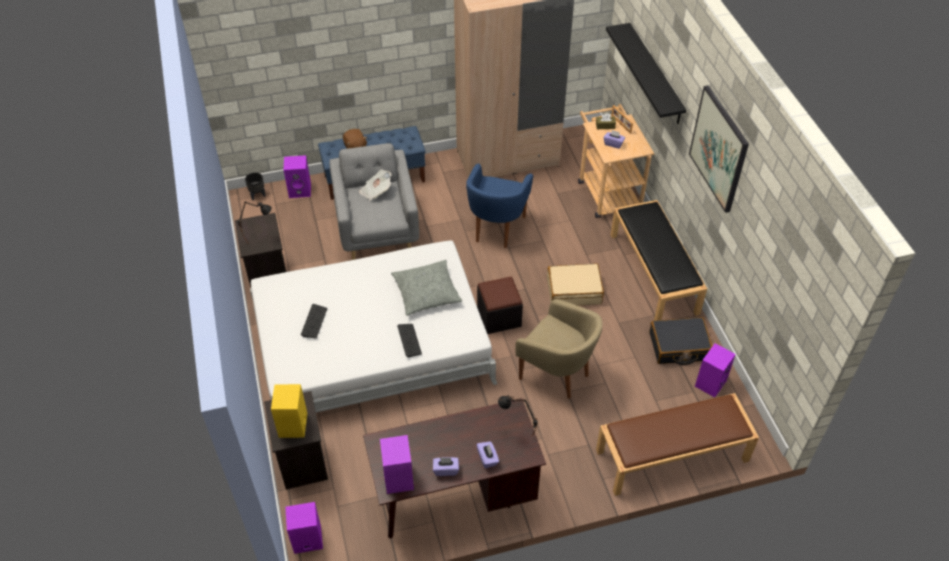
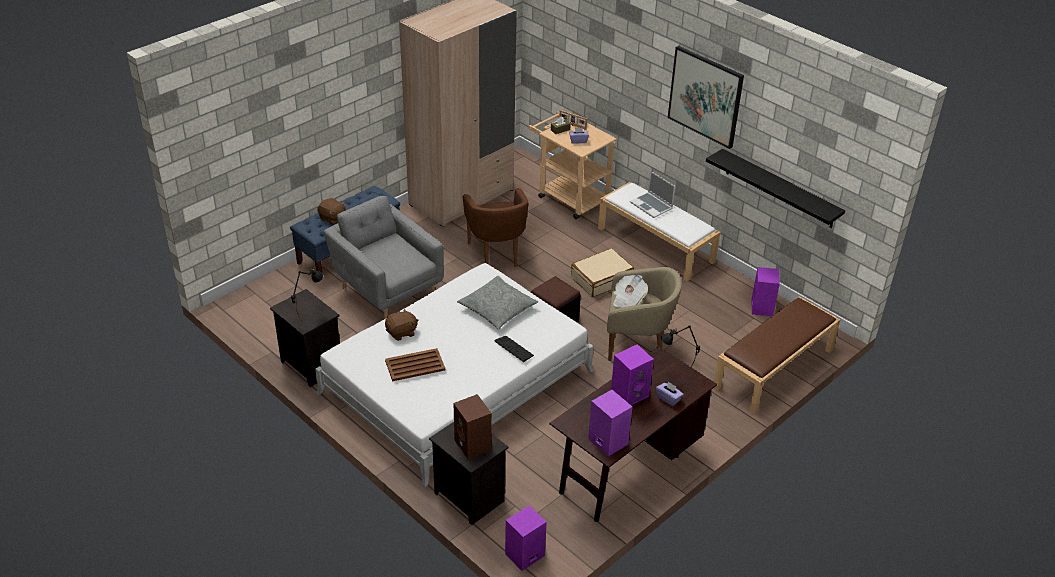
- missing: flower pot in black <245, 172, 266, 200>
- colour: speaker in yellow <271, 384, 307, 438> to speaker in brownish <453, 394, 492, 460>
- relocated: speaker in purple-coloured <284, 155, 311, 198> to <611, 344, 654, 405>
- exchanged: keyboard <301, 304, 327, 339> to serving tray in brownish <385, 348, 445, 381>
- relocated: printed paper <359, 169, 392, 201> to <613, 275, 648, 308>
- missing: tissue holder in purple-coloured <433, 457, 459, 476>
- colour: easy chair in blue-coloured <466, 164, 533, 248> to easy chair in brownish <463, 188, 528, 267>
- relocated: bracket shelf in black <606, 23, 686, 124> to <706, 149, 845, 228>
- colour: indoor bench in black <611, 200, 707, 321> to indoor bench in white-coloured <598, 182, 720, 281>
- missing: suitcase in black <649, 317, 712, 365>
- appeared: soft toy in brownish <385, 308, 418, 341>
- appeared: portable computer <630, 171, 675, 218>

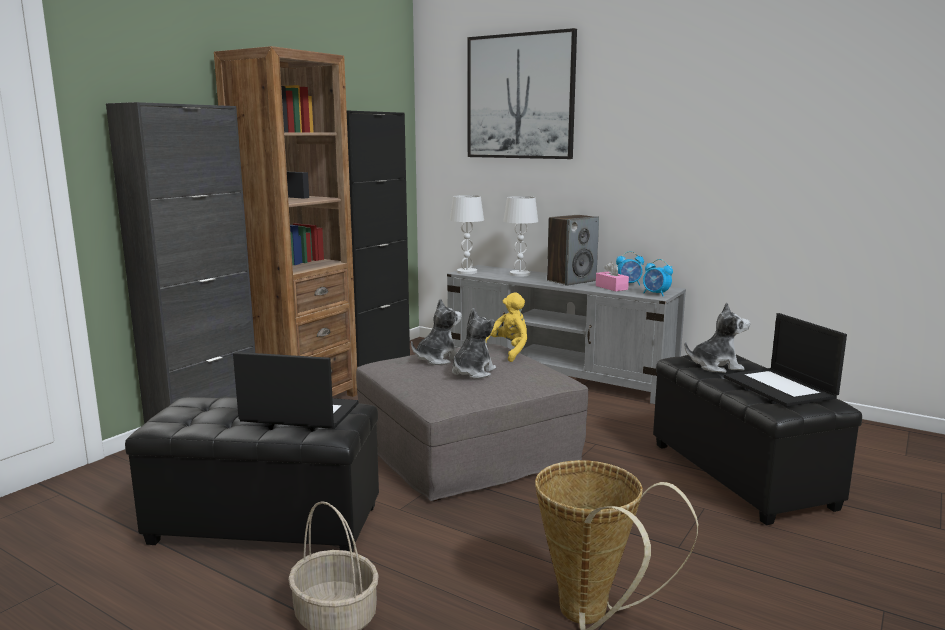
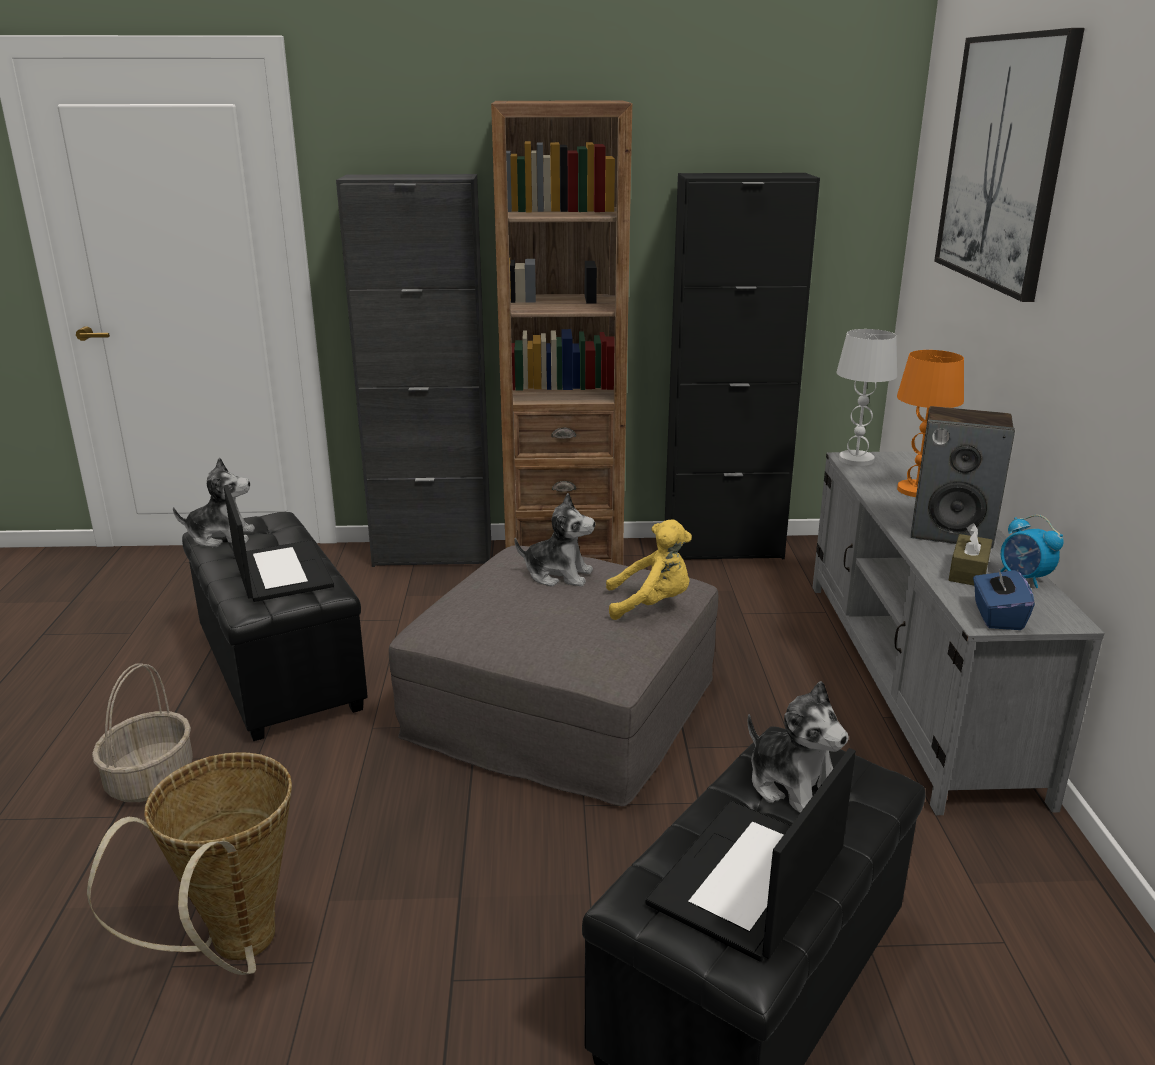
- relocated: soft toy <452, 308, 496, 379> to <173, 457, 255, 547>
- colour: table lamp in white-coloured <503, 196, 538, 277> to table lamp in orange <897, 350, 964, 497>
- colour: tissue holder in pinkish <596, 262, 629, 291> to tissue holder in brownish <949, 523, 992, 585>
- exchanged: table clock <643, 259, 673, 296> to tissue holder in blue-coloured <973, 564, 1035, 630>

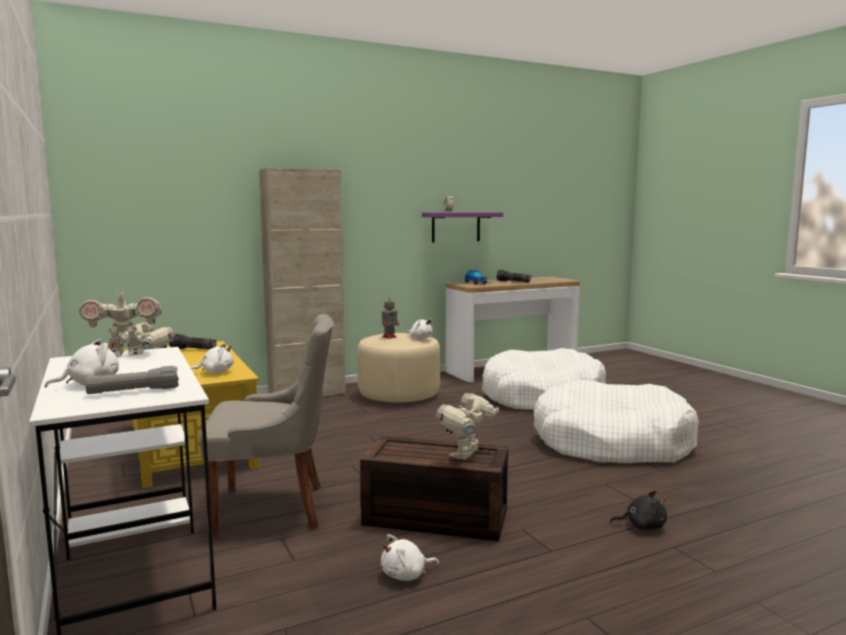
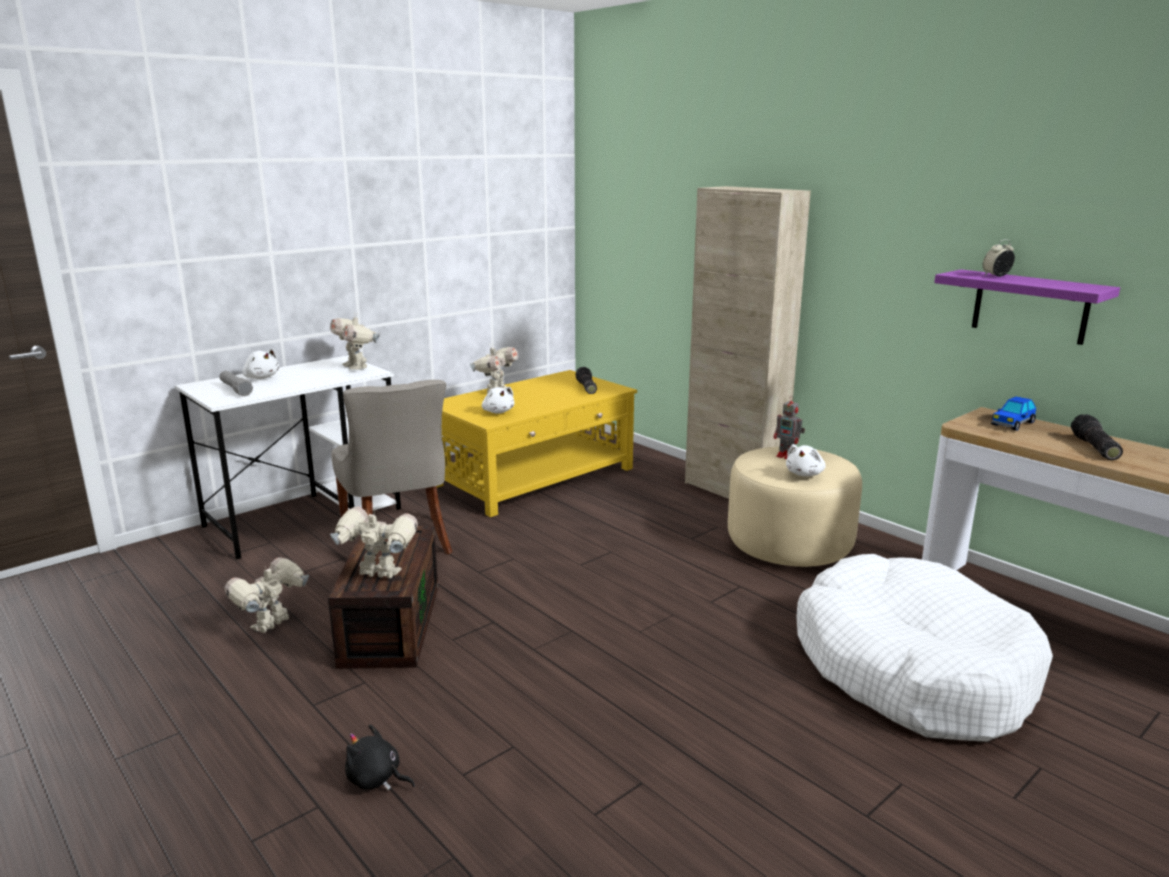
- exchanged: soft toy in white-coloured <381, 534, 439, 581> to toy robot <224, 558, 309, 633>
- missing: dog cushion in white-coloured <534, 380, 699, 463>
- spun: soft toy in black <610, 491, 667, 530> = <345, 724, 415, 790> 120 degrees clockwise

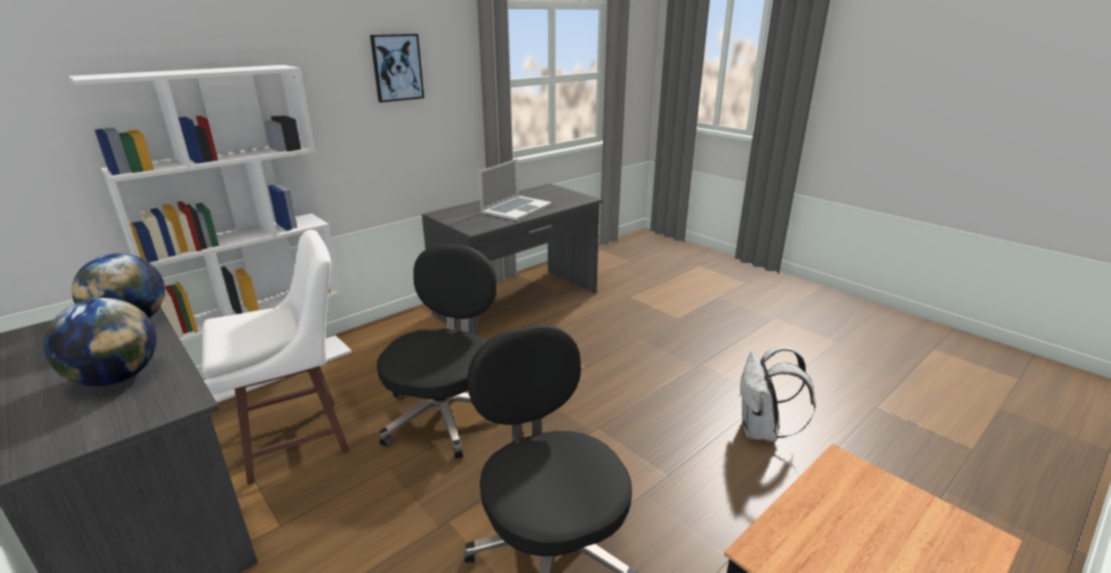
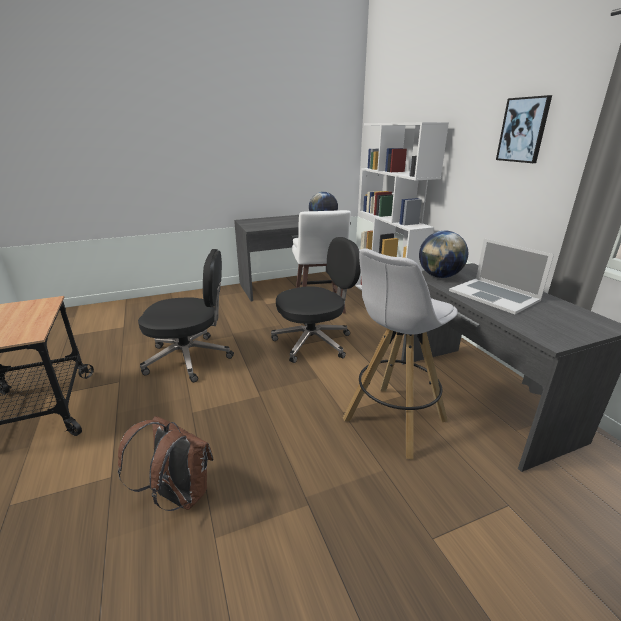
- relocated: globe <44, 298, 157, 386> to <419, 231, 469, 278>
- spun: office chair in black <377, 244, 497, 459> = <271, 237, 361, 363> 60 degrees counterclockwise
- colour: backpack in white-coloured <739, 346, 816, 442> to backpack in brownish <118, 416, 214, 511>
- appeared: sitting stool in white-coloured <343, 249, 458, 460>

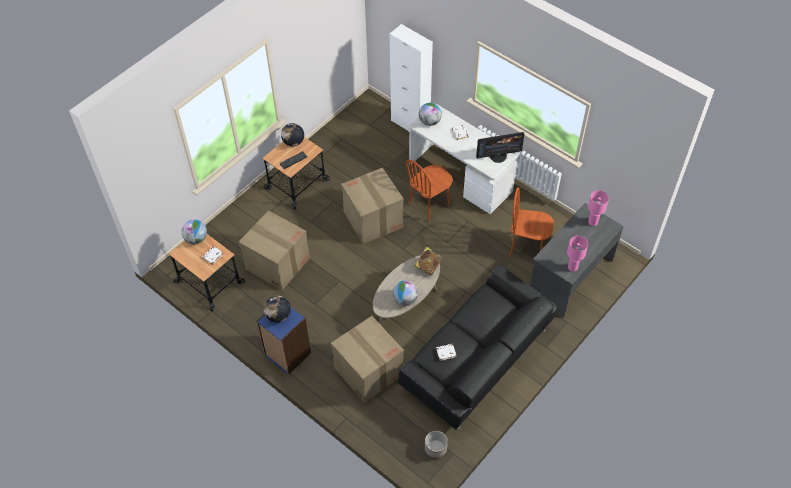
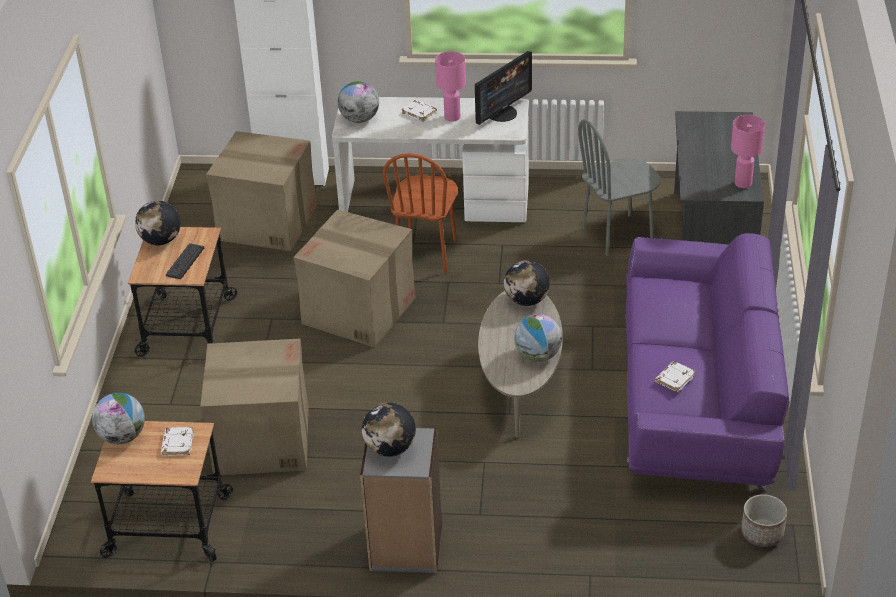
- colour: bookshelf in blue-coloured <256, 307, 311, 375> to bookshelf in gray <360, 428, 442, 573>
- relocated: cardboard box <331, 316, 404, 403> to <206, 131, 317, 251>
- colour: couch in black <397, 265, 557, 430> to couch in purple-coloured <625, 233, 789, 492>
- exchanged: book <414, 247, 442, 276> to globe <504, 260, 550, 306>
- colour: plain chair in brownish <510, 187, 554, 257> to plain chair in gray <578, 119, 661, 256>
- relocated: table lamp in pinkish <588, 190, 609, 226> to <435, 51, 466, 122>

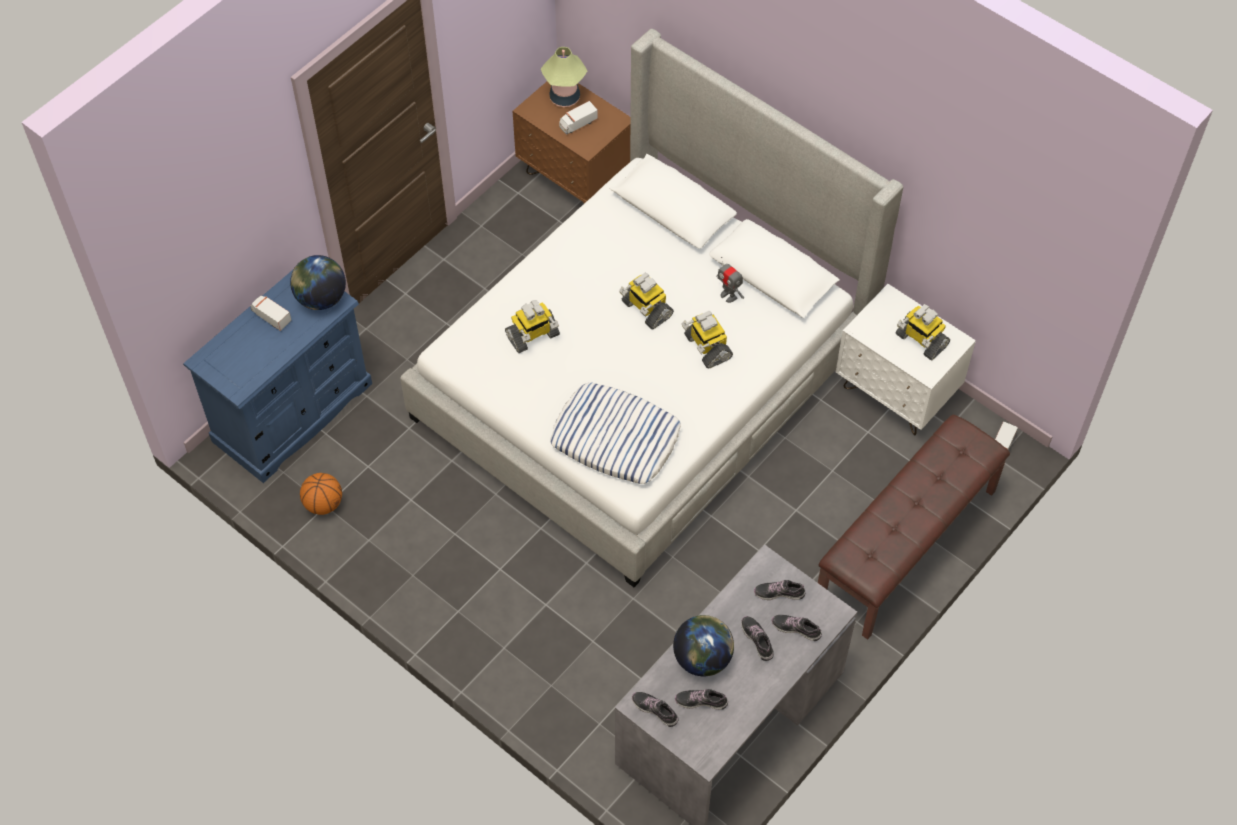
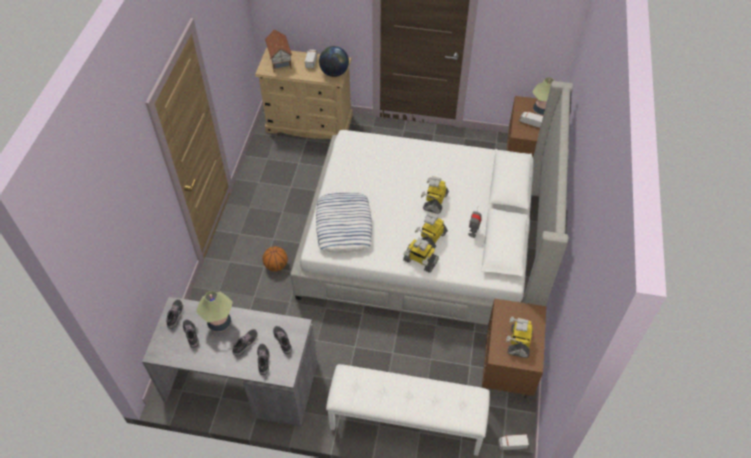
- colour: drawer chest in blue-coloured <183, 269, 372, 483> to drawer chest in sand-coloured <255, 48, 352, 139>
- relocated: ball for basketball <300, 473, 342, 515> to <263, 246, 288, 271>
- relocated: toy robot <505, 300, 560, 353> to <403, 238, 439, 273>
- exchanged: globe <673, 615, 734, 676> to table lamp <196, 291, 233, 332>
- colour: indoor bench in brownish <818, 415, 1010, 640> to indoor bench in white-coloured <326, 364, 490, 456>
- colour: nightstand in white-coloured <836, 284, 976, 435> to nightstand in brownish <482, 299, 546, 398>
- appeared: toy house <265, 29, 292, 73>

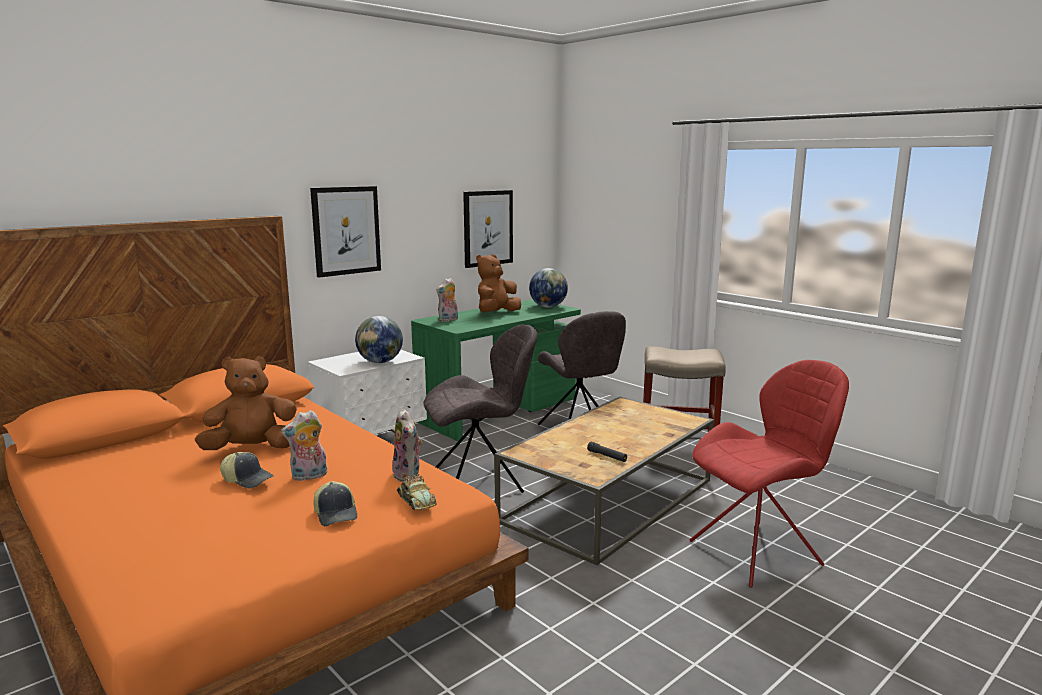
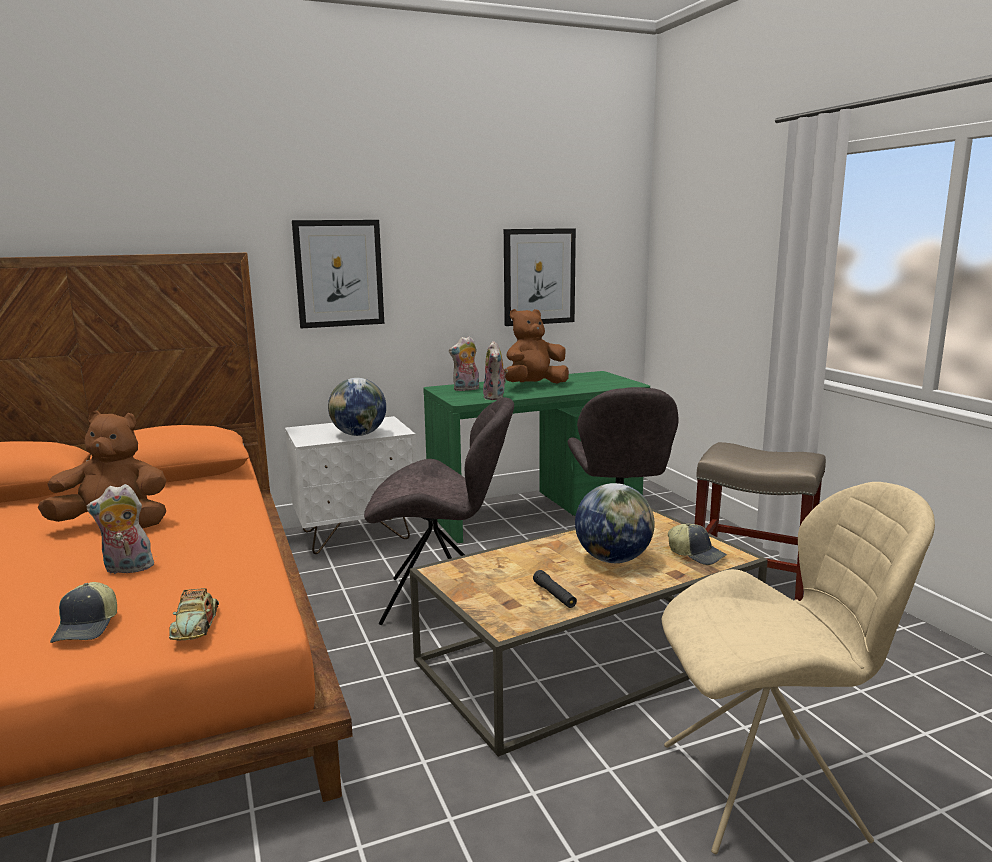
- relocated: baseball cap <220, 452, 274, 488> to <668, 523, 727, 565>
- relocated: soft toy <392, 408, 423, 482> to <483, 341, 508, 400>
- relocated: globe <529, 268, 568, 307> to <575, 483, 654, 563>
- colour: plain chair in red <690, 360, 849, 587> to plain chair in sand-coloured <662, 482, 935, 854>

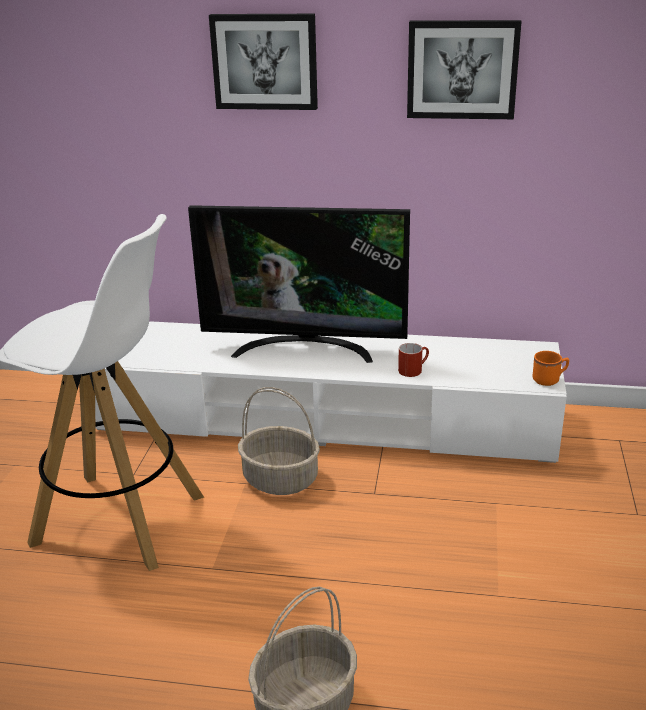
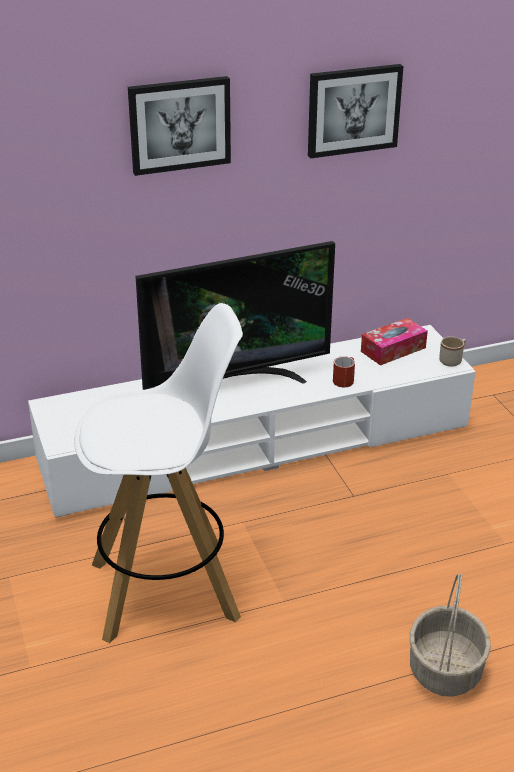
- missing: household basket <238, 387, 320, 495>
- colour: mug in orange <533, 351, 569, 386> to mug in sand-coloured <439, 336, 466, 367>
- appeared: tissue holder <361, 318, 428, 365>

